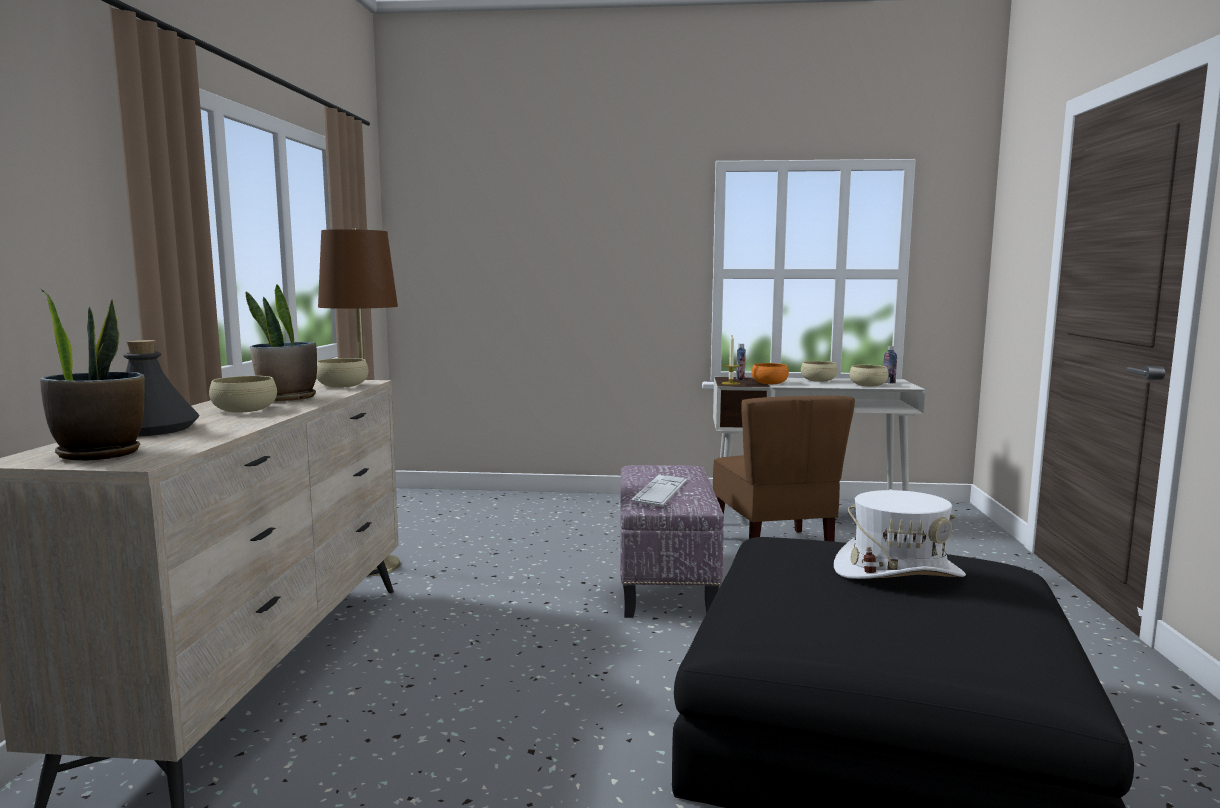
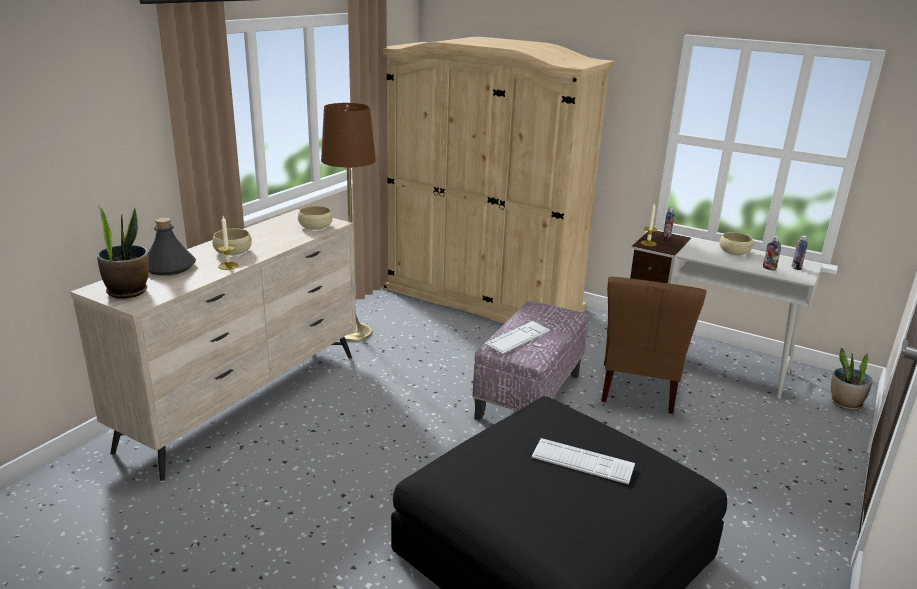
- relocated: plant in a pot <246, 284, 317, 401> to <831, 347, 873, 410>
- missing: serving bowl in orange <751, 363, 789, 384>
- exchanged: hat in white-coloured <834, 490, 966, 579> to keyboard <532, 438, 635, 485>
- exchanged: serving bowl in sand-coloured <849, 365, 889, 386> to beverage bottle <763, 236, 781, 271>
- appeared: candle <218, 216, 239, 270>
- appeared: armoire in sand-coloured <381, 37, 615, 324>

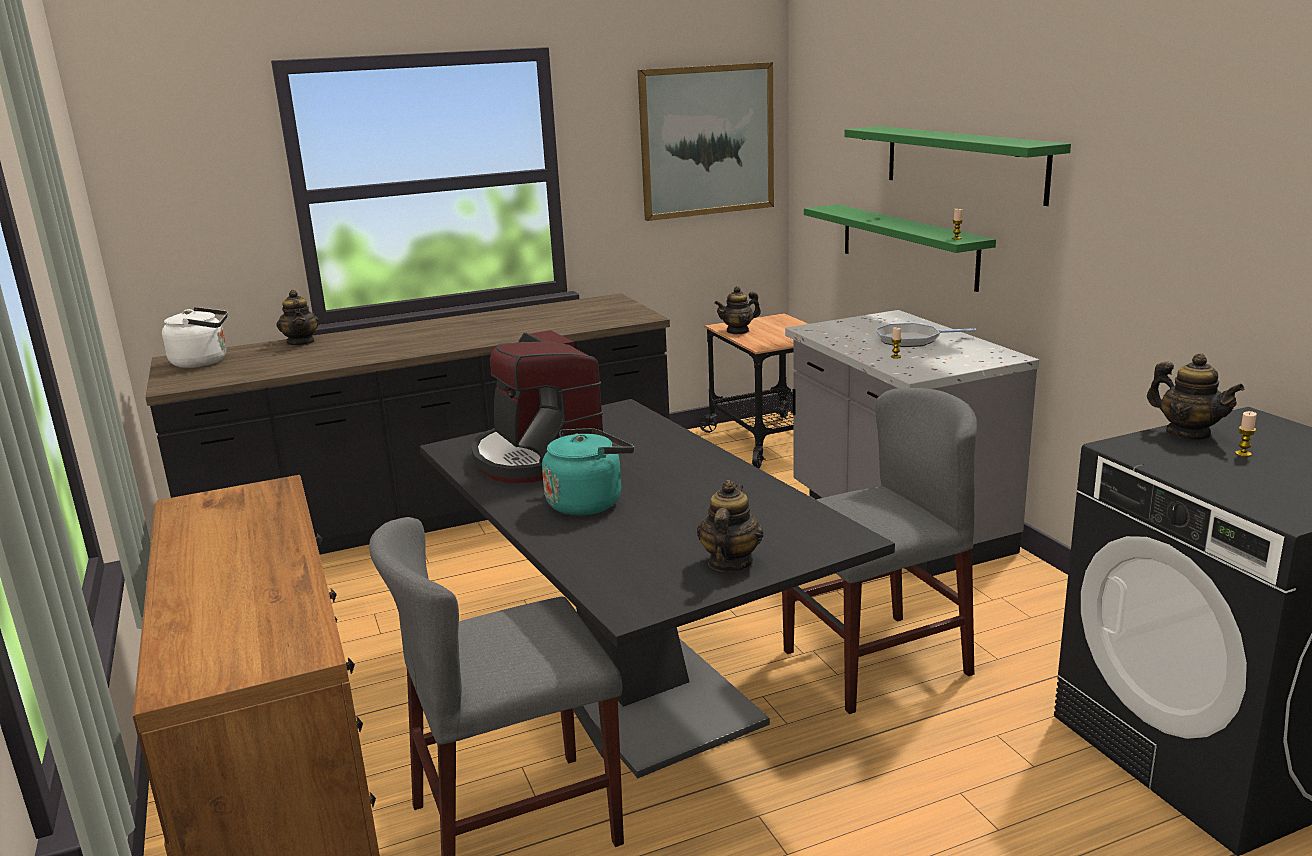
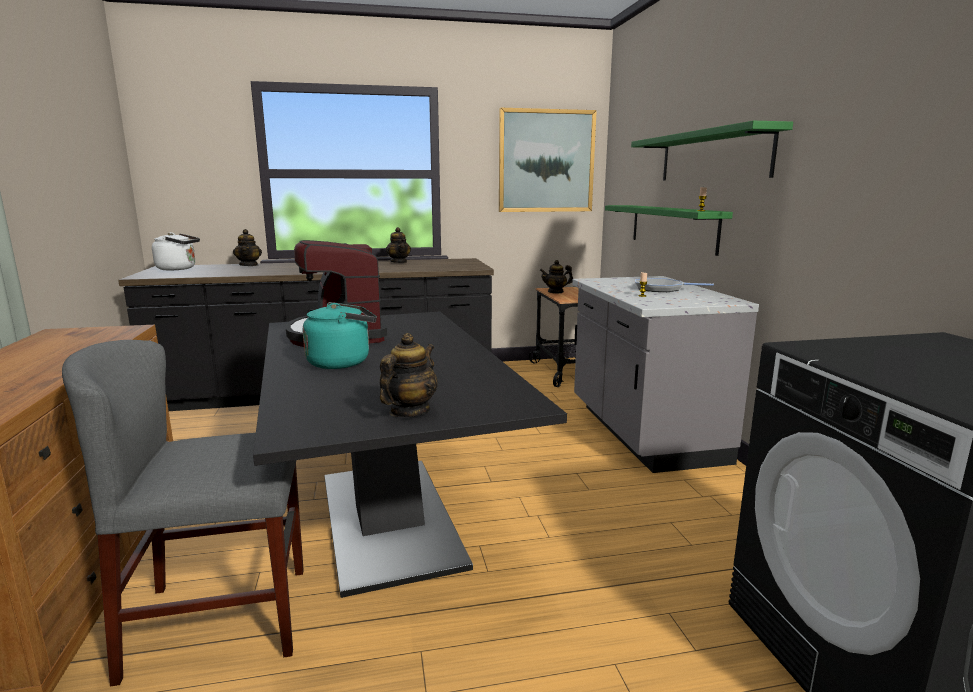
- missing: plain chair in gray <782, 388, 977, 714>
- relocated: pot for tea <1147, 354, 1244, 440> to <386, 227, 411, 263>
- missing: candle <1235, 411, 1257, 457>

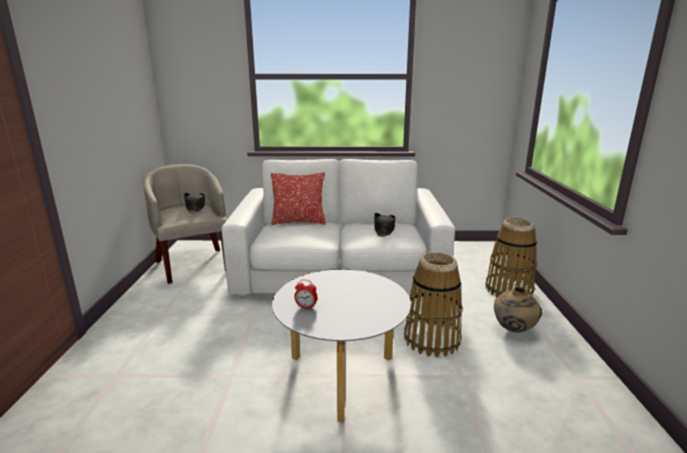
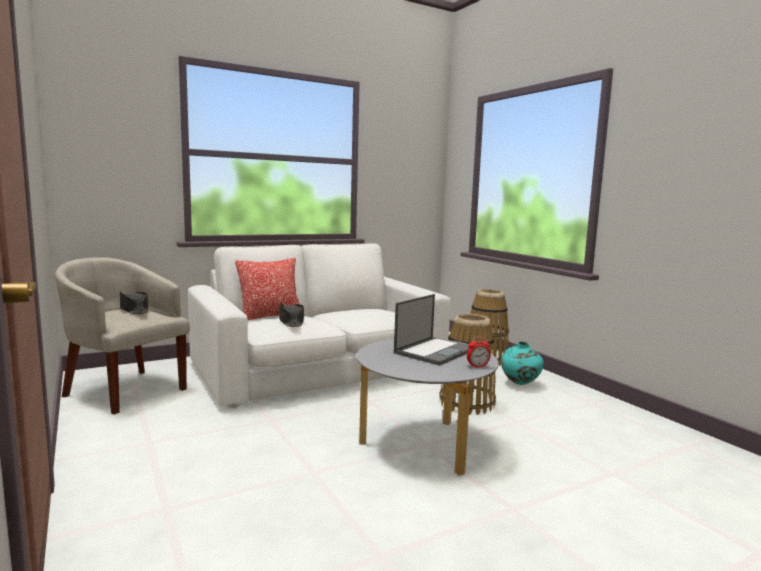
- relocated: table clock <294, 280, 317, 309> to <467, 336, 491, 368>
- relocated: hat in black <374, 213, 396, 237> to <279, 303, 304, 327>
- colour: decorative vase in sand-coloured <494, 287, 542, 332> to decorative vase in blue-green <501, 341, 544, 385>
- appeared: portable computer <394, 294, 469, 366>

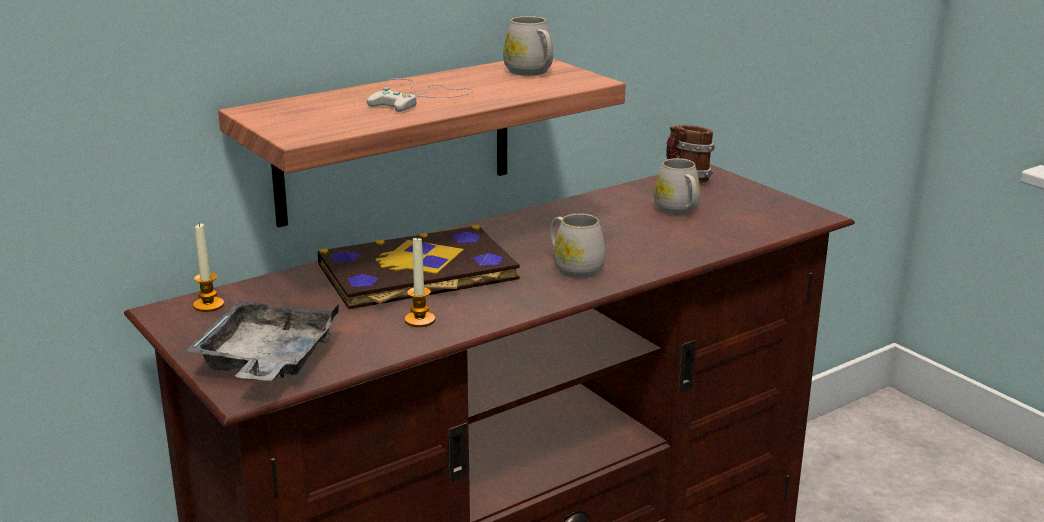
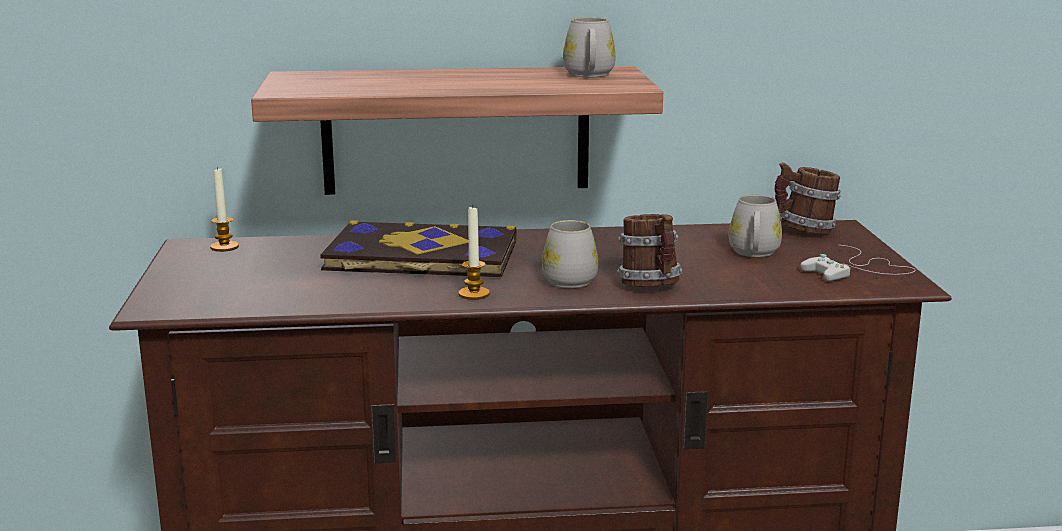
- missing: serving tray in gray <185, 301, 340, 381>
- relocated: game controller in white-coloured <367, 78, 473, 112> to <800, 245, 915, 281>
- relocated: candle <404, 237, 435, 327> to <458, 206, 490, 300>
- appeared: mug <617, 214, 682, 287>

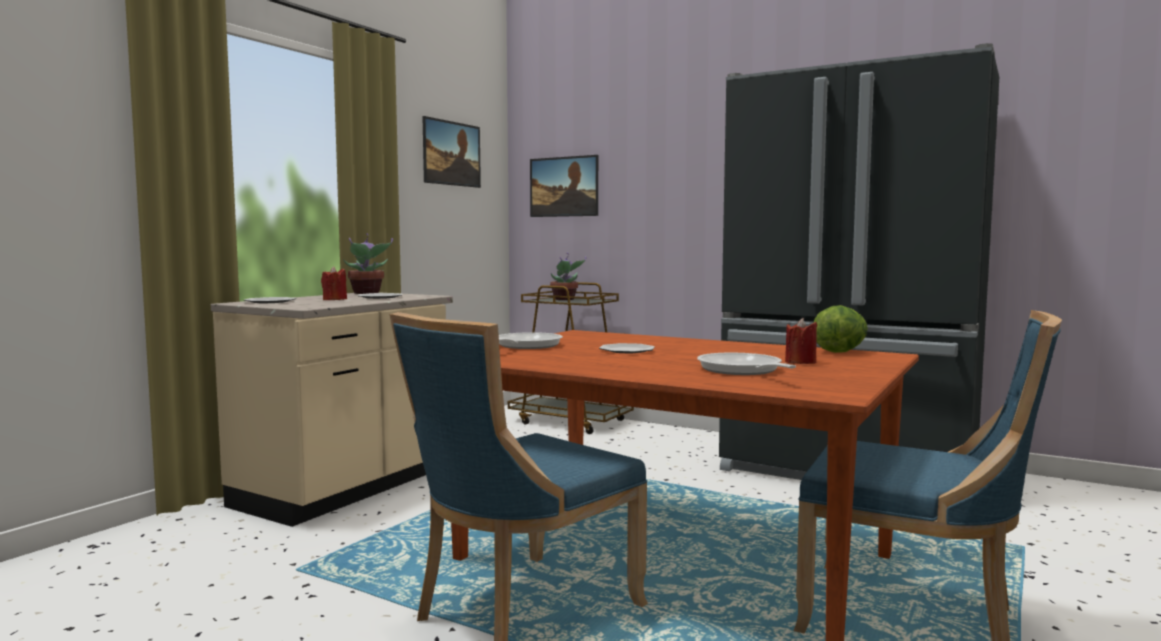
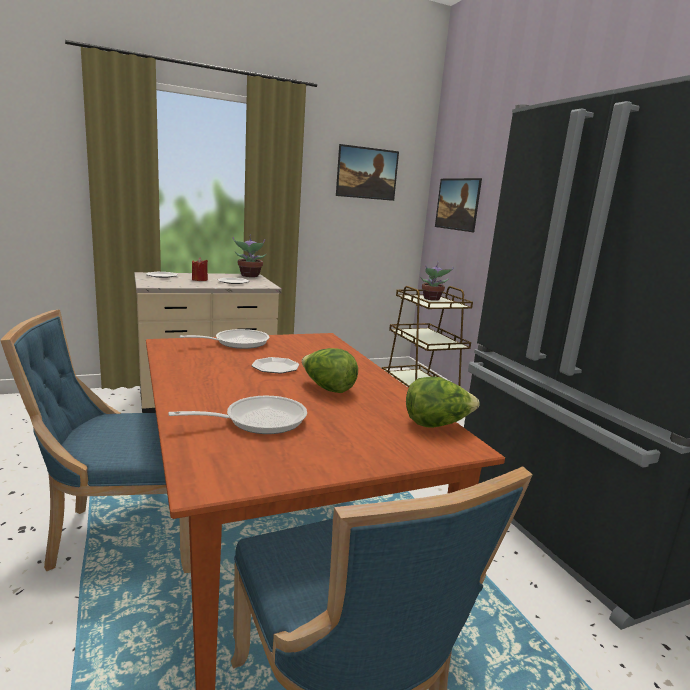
- spun: pan <697, 353, 796, 375> = <168, 396, 307, 434> 45 degrees clockwise
- missing: candle in red <785, 318, 817, 364>
- appeared: head of lettuce <302, 348, 358, 393>

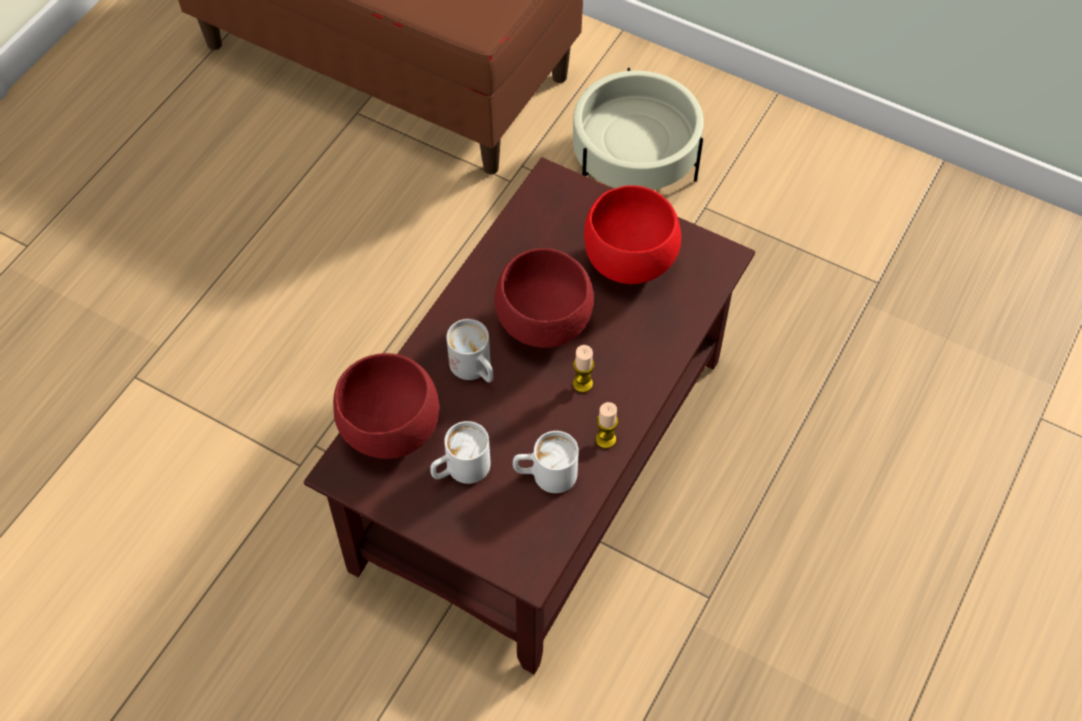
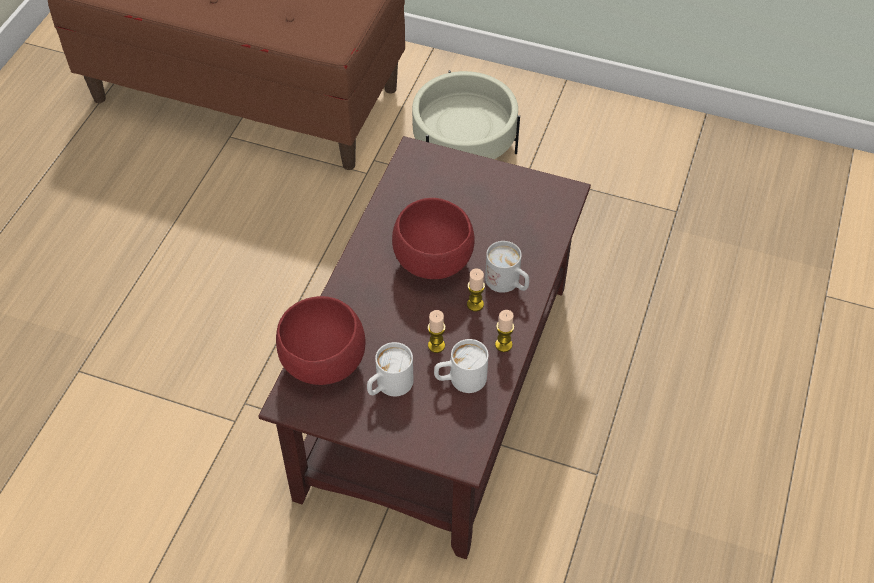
- relocated: mug in white-coloured <446, 319, 493, 382> to <485, 241, 529, 293>
- missing: serving bowl in red <584, 185, 681, 284>
- appeared: candle <428, 310, 446, 353>

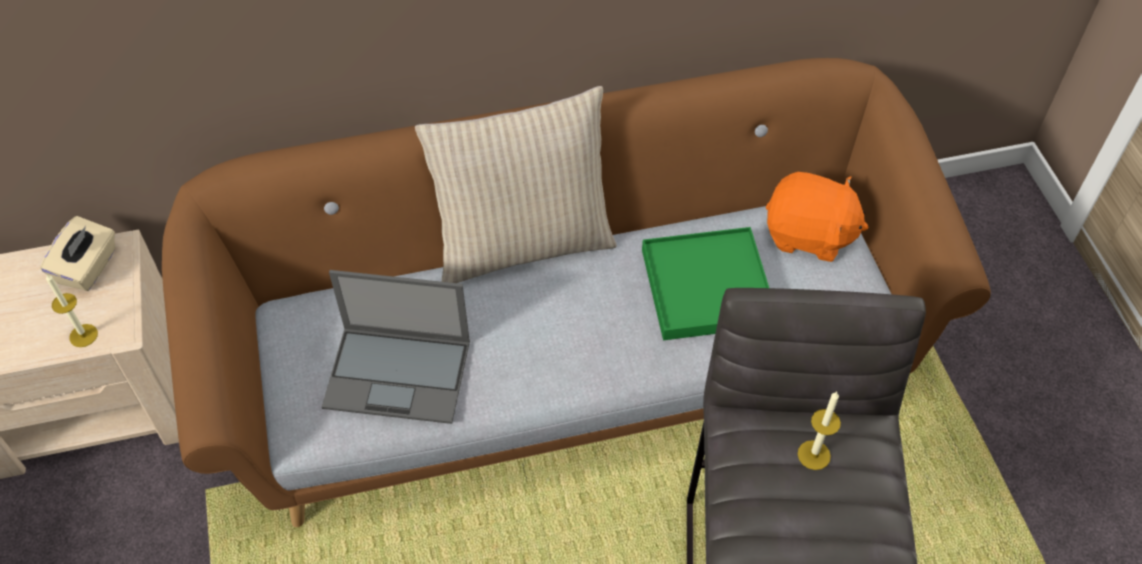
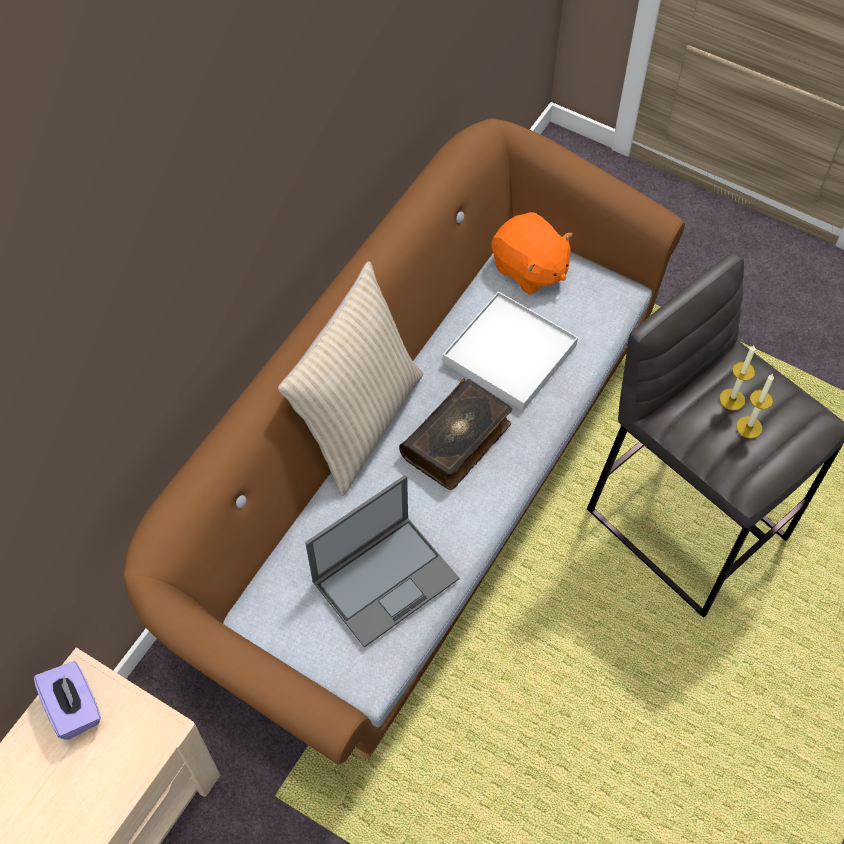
- colour: tissue holder in sand-coloured <40, 216, 115, 291> to tissue holder in purple-coloured <33, 661, 101, 740>
- relocated: candle <46, 273, 98, 347> to <736, 374, 774, 439>
- colour: serving tray in green <642, 227, 769, 340> to serving tray in white-coloured <443, 291, 578, 411>
- spun: soft toy in orange <766, 172, 869, 262> = <491, 212, 573, 295> 75 degrees clockwise
- appeared: book <399, 379, 512, 490>

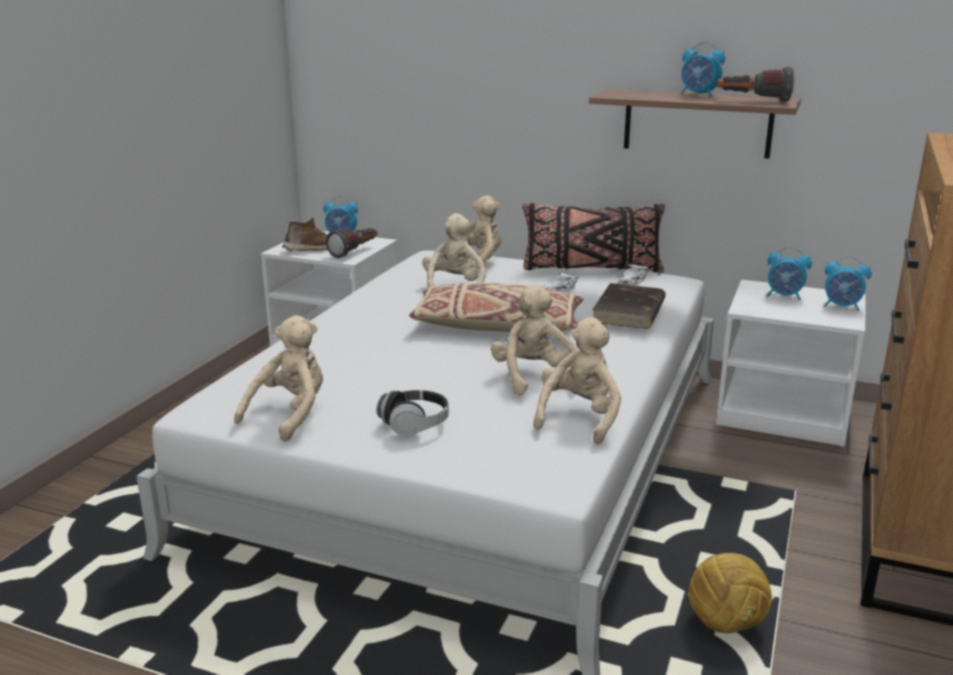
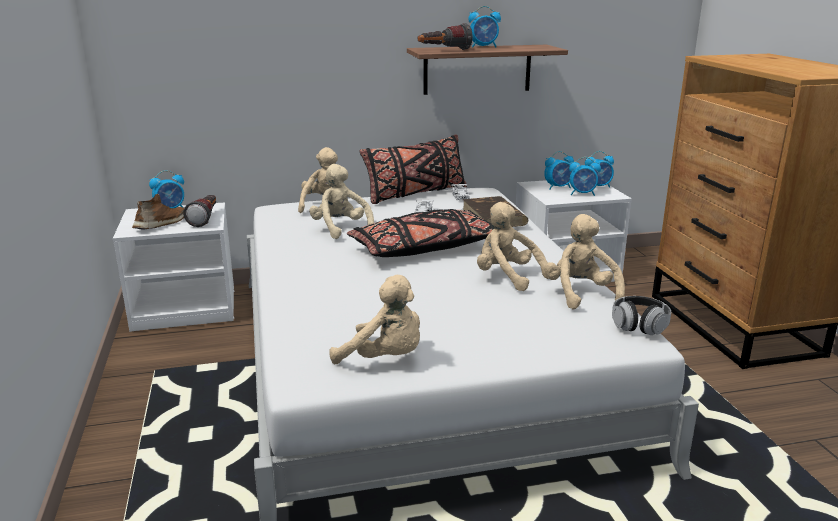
- spun: soft toy in sand-coloured <234, 315, 323, 442> = <329, 275, 420, 365> 120 degrees clockwise
- relocated: headset <377, 390, 449, 436> to <612, 296, 671, 335>
- colour: throw pillow in sand-coloured <409, 282, 583, 332> to throw pillow in black <347, 209, 495, 257>
- missing: football <688, 553, 772, 633>
- relocated: hand torch <717, 67, 795, 102> to <418, 23, 473, 50>
- appeared: table clock <569, 157, 601, 196>

